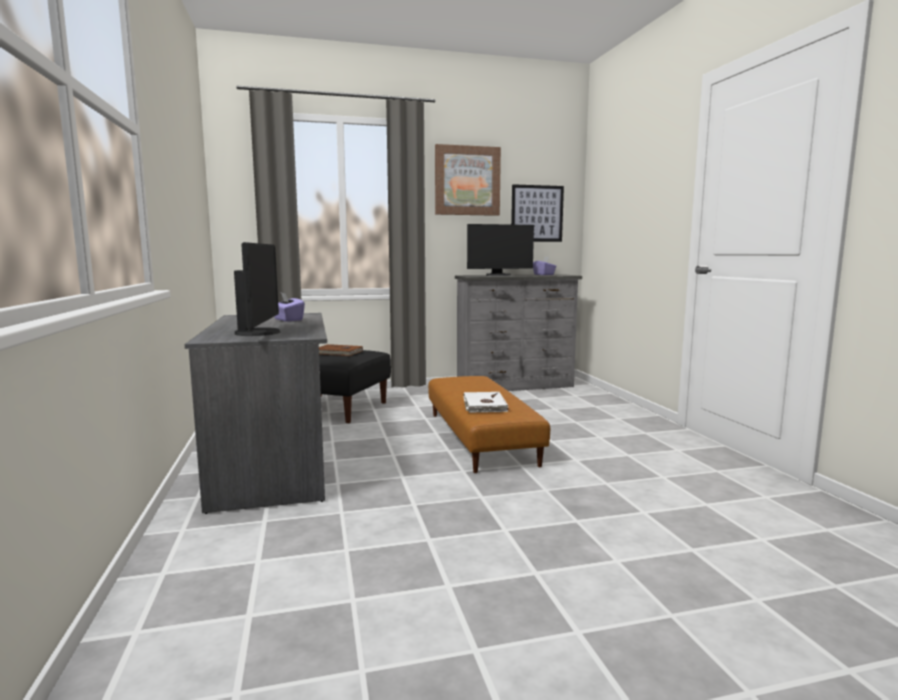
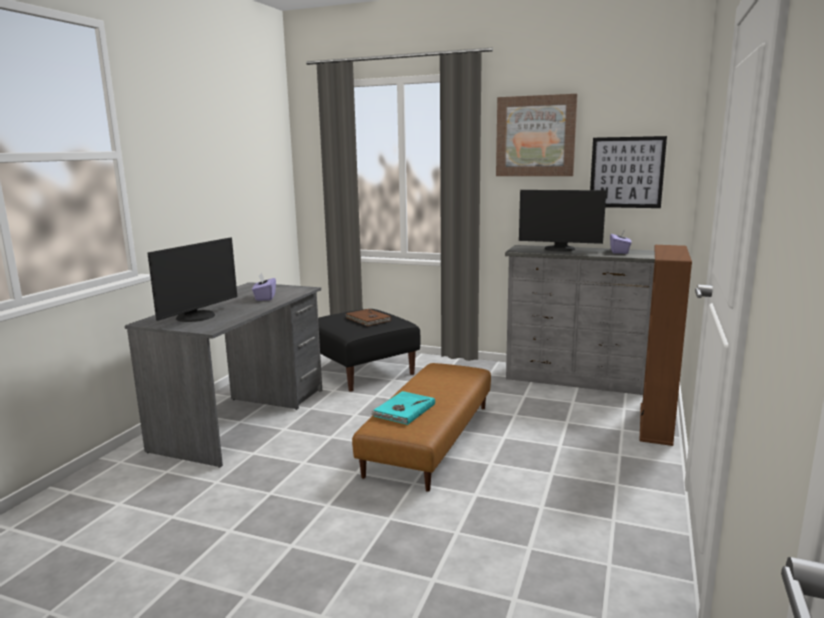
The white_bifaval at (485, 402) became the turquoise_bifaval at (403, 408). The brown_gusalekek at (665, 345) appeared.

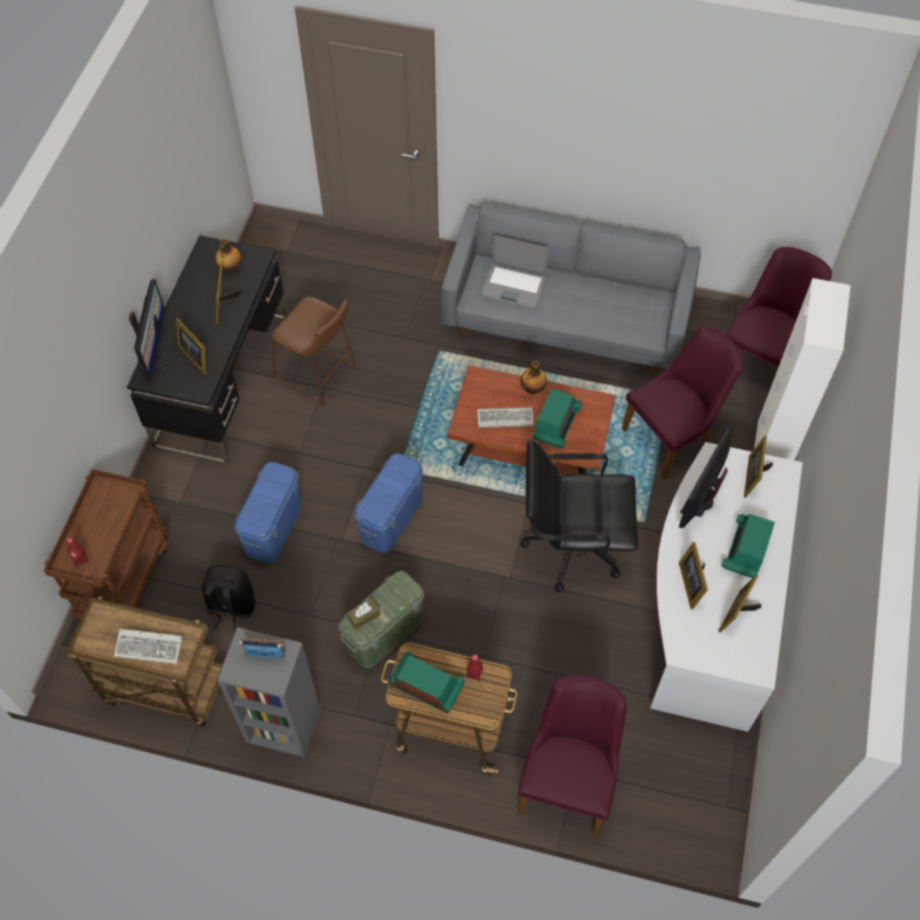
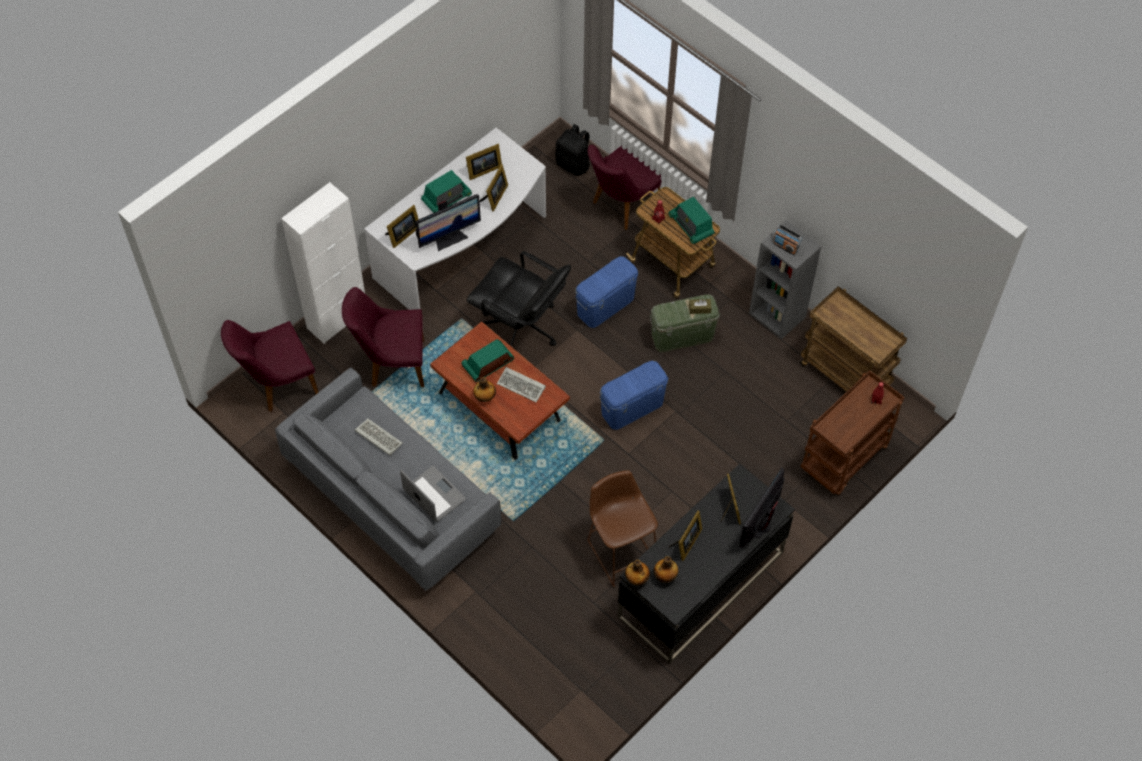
The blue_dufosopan moved from (268, 512) to (606, 292). The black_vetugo moved from (228, 598) to (572, 150). The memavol moved from (148, 646) to (379, 437). The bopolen at (637, 572) appeared.

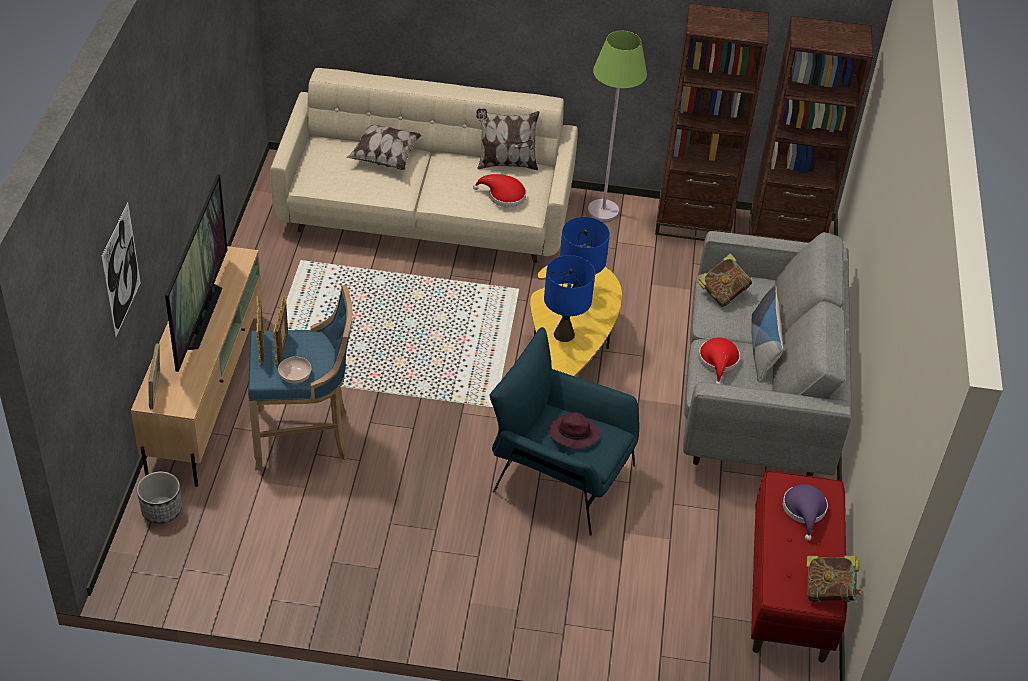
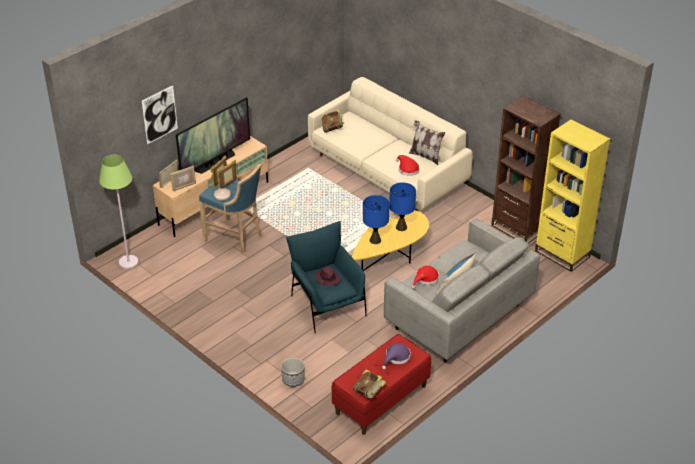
The brown_gusalekek at (811, 129) became the yellow_gusalekek at (572, 195). The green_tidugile moved from (617, 126) to (118, 212). The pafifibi at (383, 147) disappeared. The bifaval moved from (724, 280) to (332, 121). The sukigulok moved from (159, 497) to (293, 372). The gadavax at (183, 178) appeared.

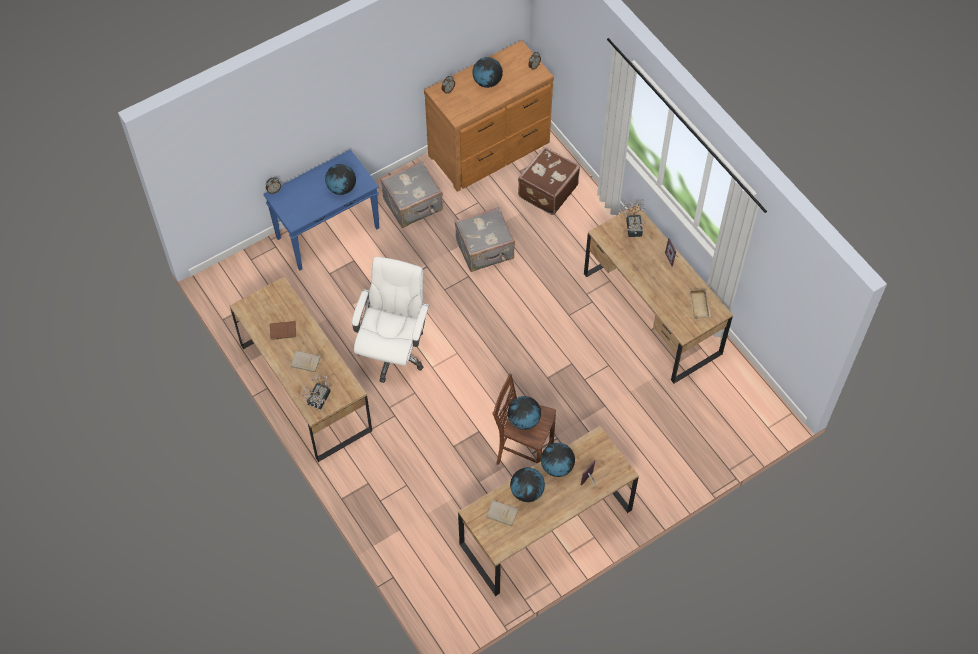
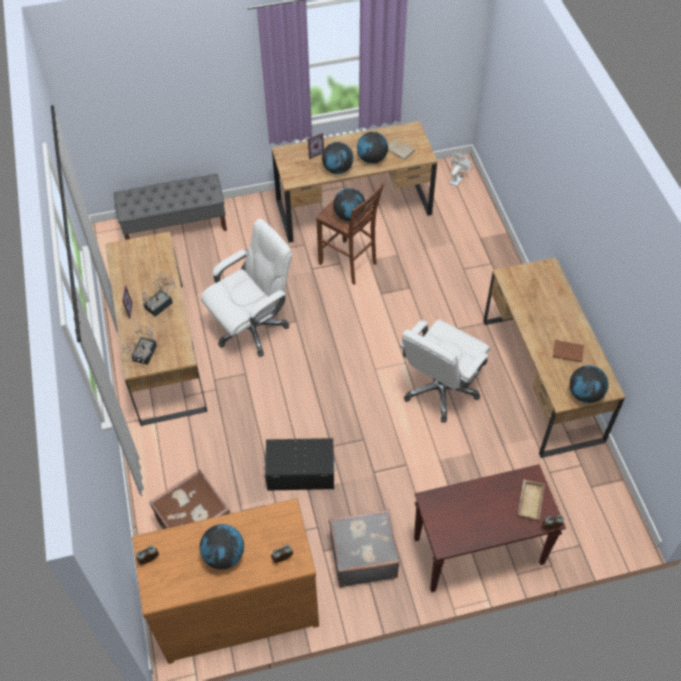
The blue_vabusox at (321, 209) became the brown_vabusox at (490, 528). The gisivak moved from (340, 179) to (589, 384). The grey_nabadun at (485, 239) was replaced by the black_dufosopan at (300, 464). The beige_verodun moved from (700, 304) to (531, 499). The beige_bifaval at (305, 361) disappeared. The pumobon moved from (315, 392) to (159, 294). The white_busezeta at (461, 170) appeared. The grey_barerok at (170, 206) appeared. The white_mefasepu at (246, 287) appeared.

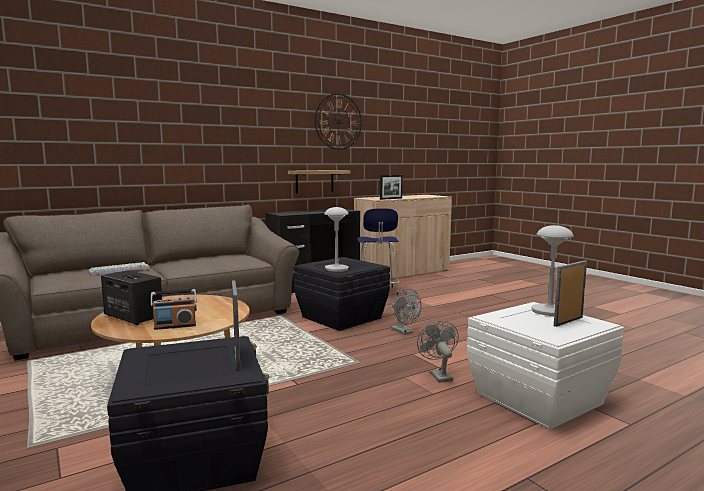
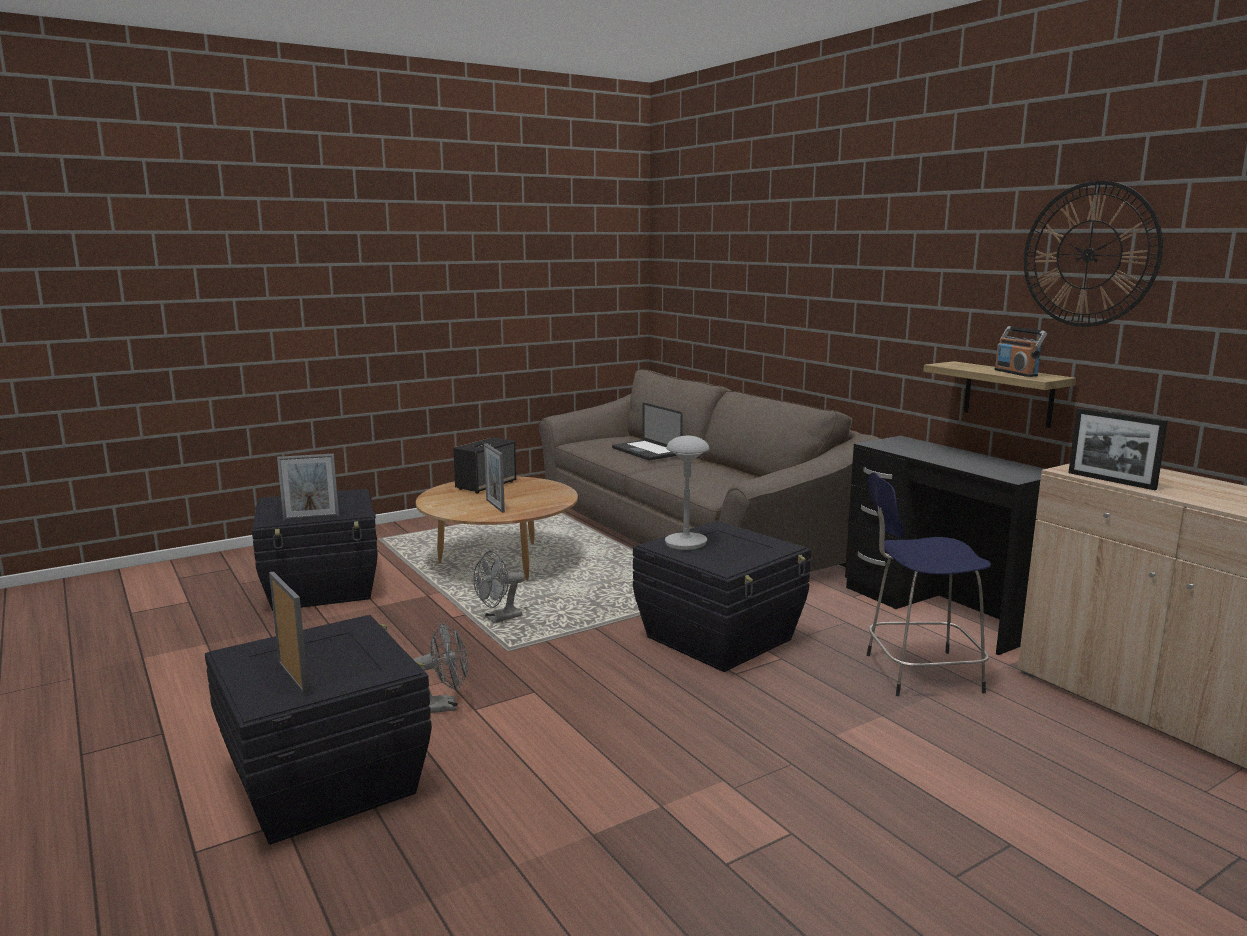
The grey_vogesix at (552, 270) disappeared. The memavol at (119, 268) was replaced by the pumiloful at (647, 431). The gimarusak moved from (174, 309) to (1020, 351). The grey_busezeta moved from (406, 312) to (499, 587). The white_dufosopan at (545, 365) became the black_dufosopan at (318, 730). The gadavax at (494, 478) appeared.

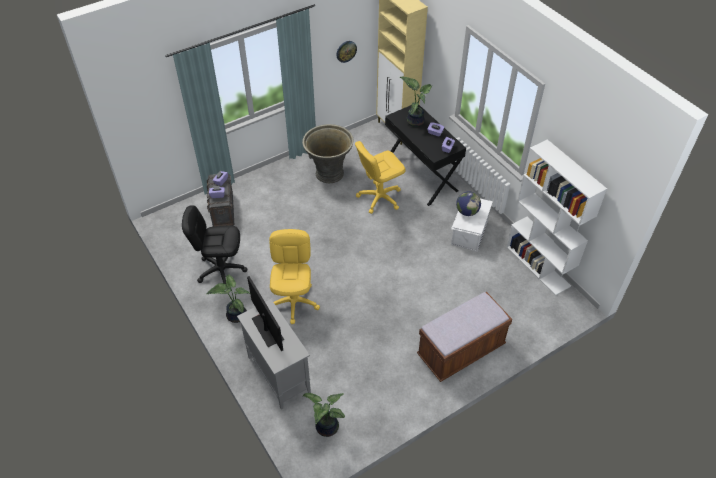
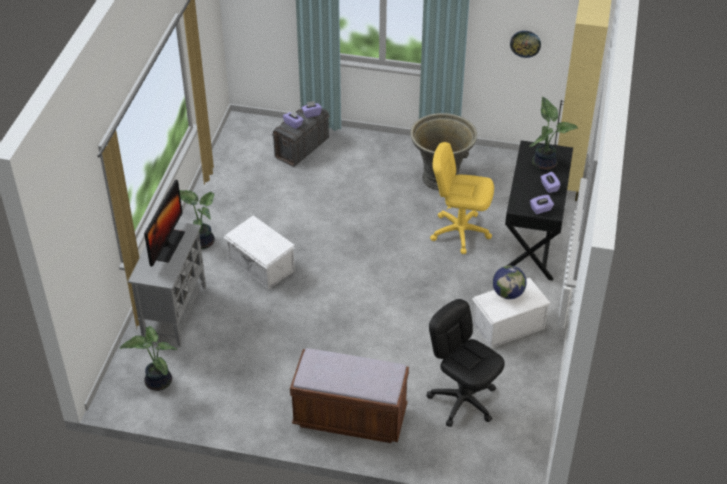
The white_gusalekek at (556, 217) disappeared. The black_mefasepu moved from (214, 247) to (466, 363). The yellow_mefasepu at (294, 276) was replaced by the white_dufosopan at (259, 253).

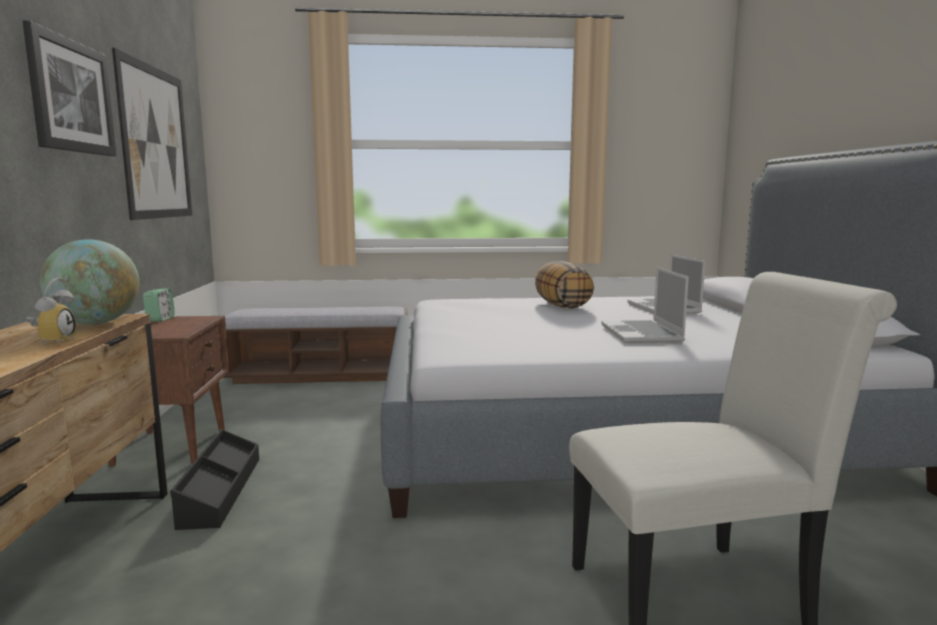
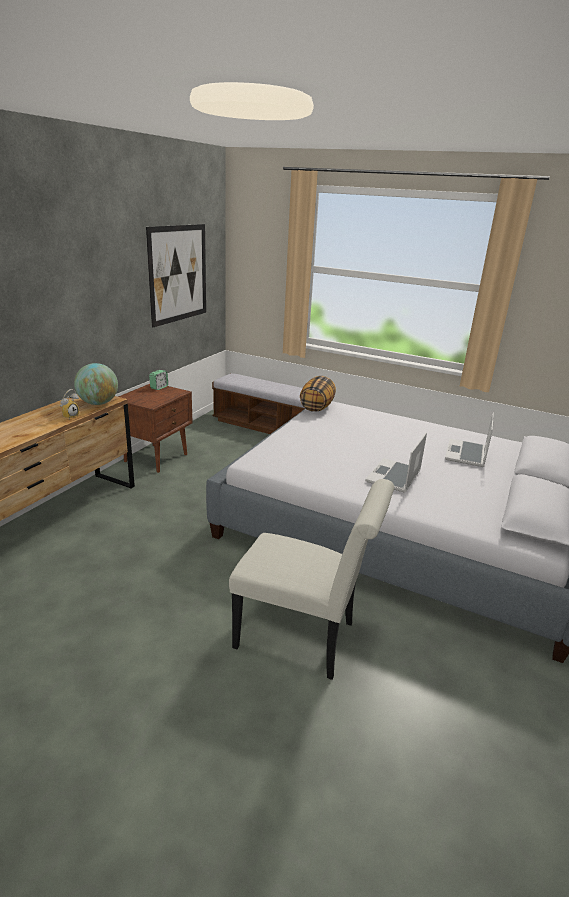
The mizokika at (69, 88) disappeared. The pafifibi moved from (564, 285) to (318, 393). The black_dufosopan at (214, 479) disappeared.

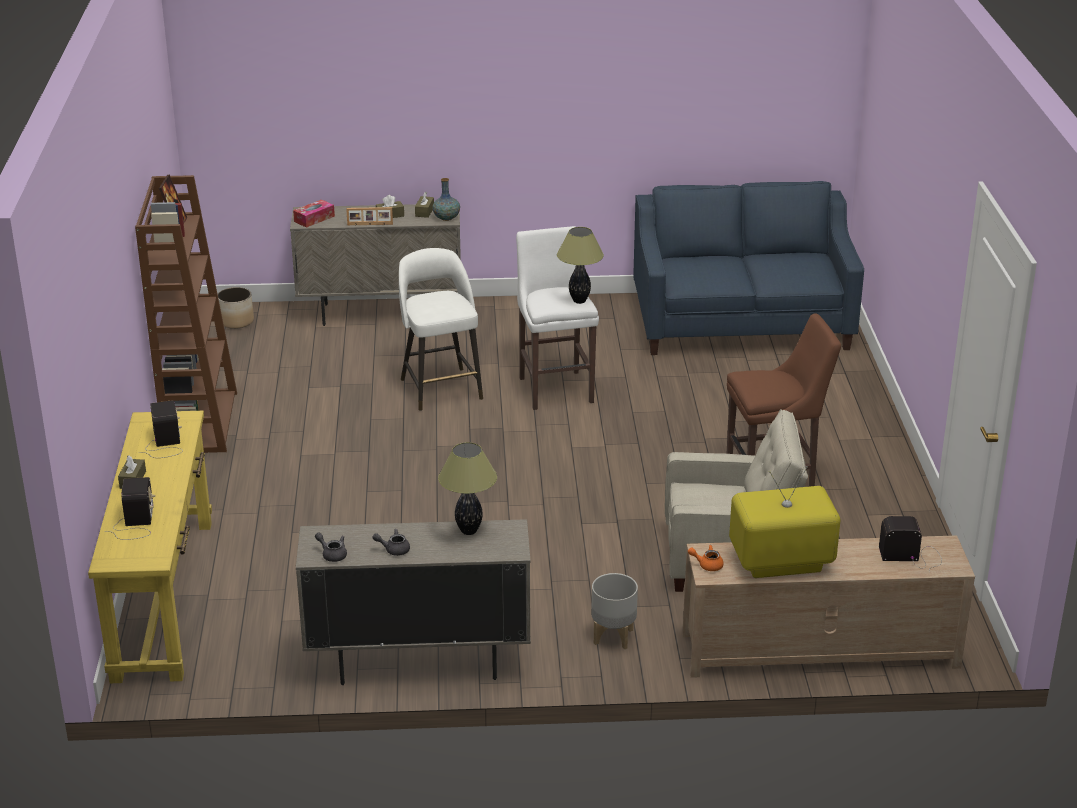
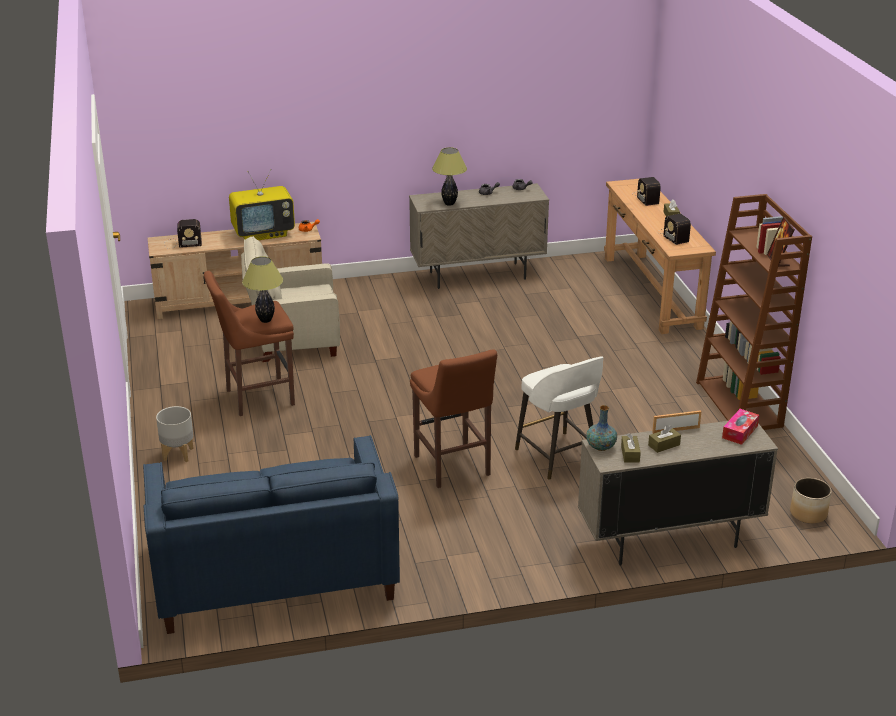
The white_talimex at (557, 318) became the brown_talimex at (453, 418). The vogesix moved from (580, 265) to (262, 289). The yellow_vabusox at (150, 547) became the brown_vabusox at (660, 256). The grey_sukigulok moved from (614, 611) to (175, 434).

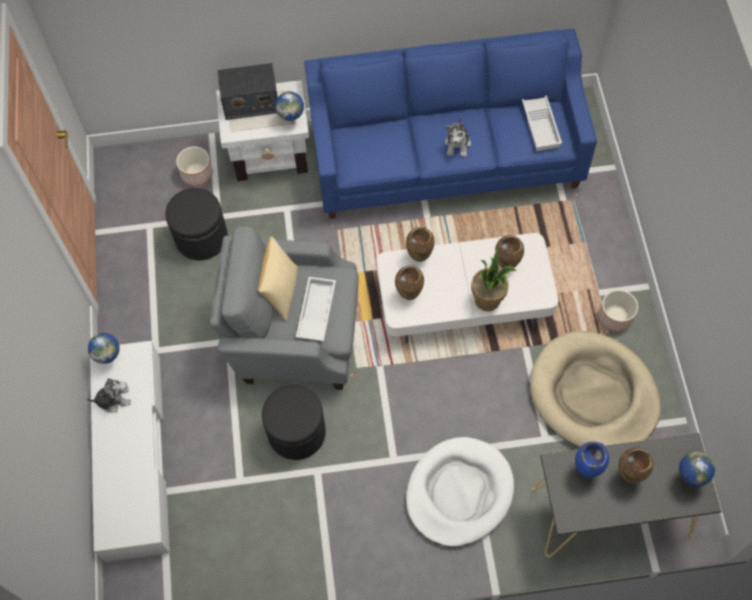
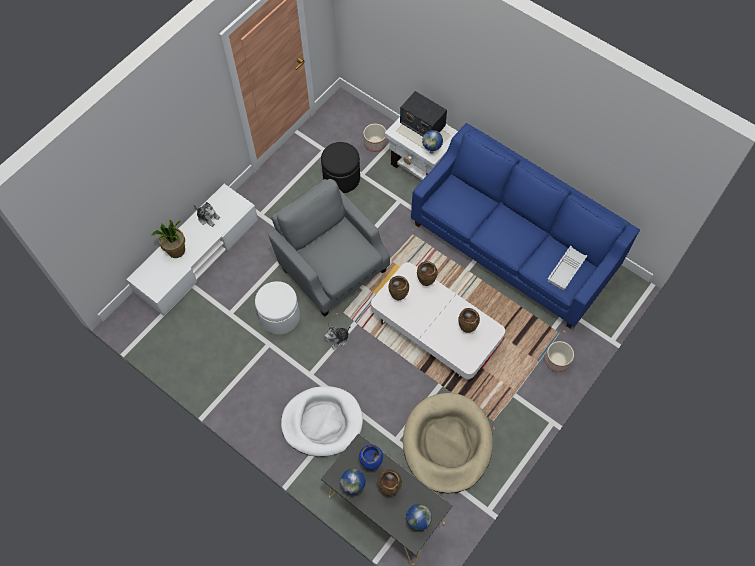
The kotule moved from (458, 137) to (338, 336). The pafifibi at (278, 278) disappeared. The pumobon moved from (493, 280) to (168, 238). The white_verodun at (316, 309) disappeared. The sukigulok moved from (618, 311) to (559, 356). The gisivak moved from (103, 348) to (353, 481). The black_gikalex at (294, 422) became the white_gikalex at (277, 307).

